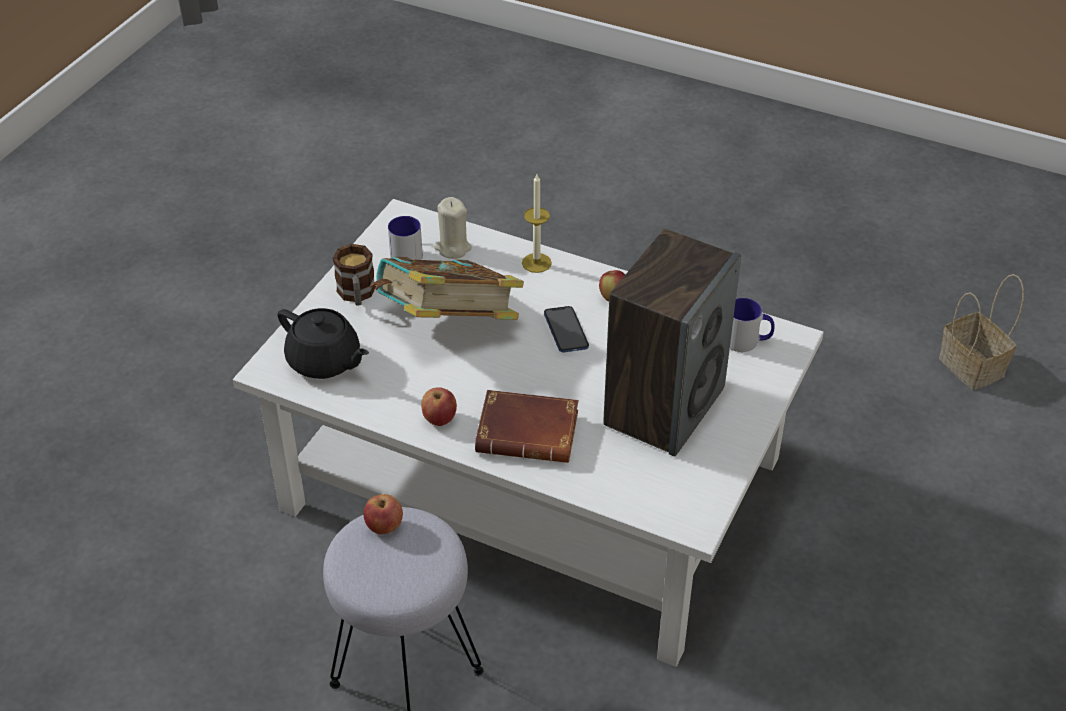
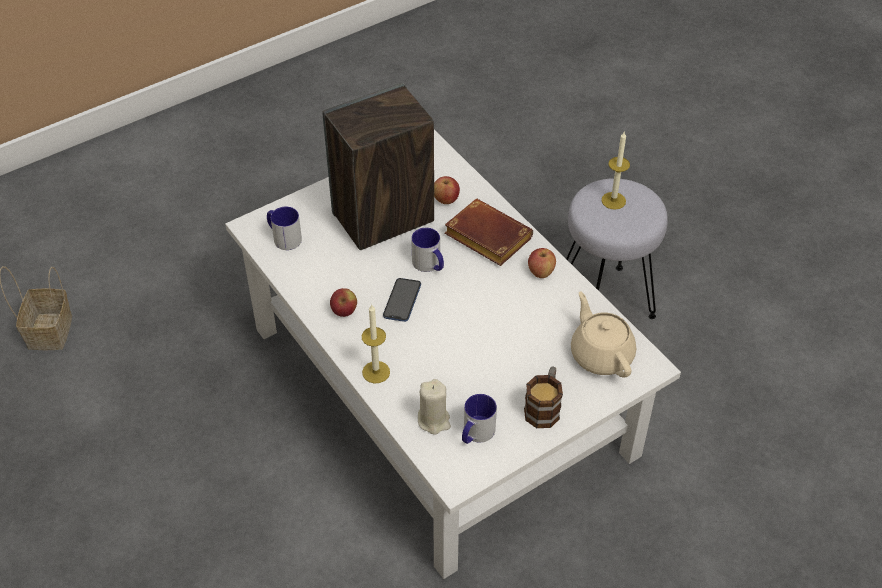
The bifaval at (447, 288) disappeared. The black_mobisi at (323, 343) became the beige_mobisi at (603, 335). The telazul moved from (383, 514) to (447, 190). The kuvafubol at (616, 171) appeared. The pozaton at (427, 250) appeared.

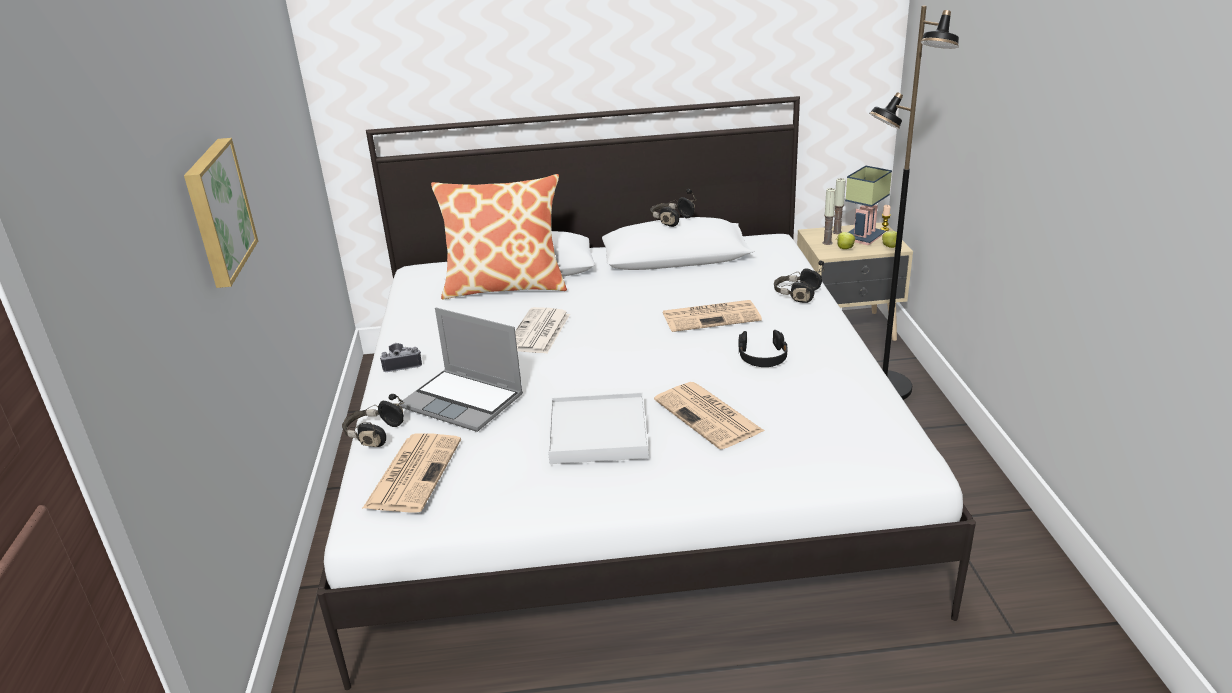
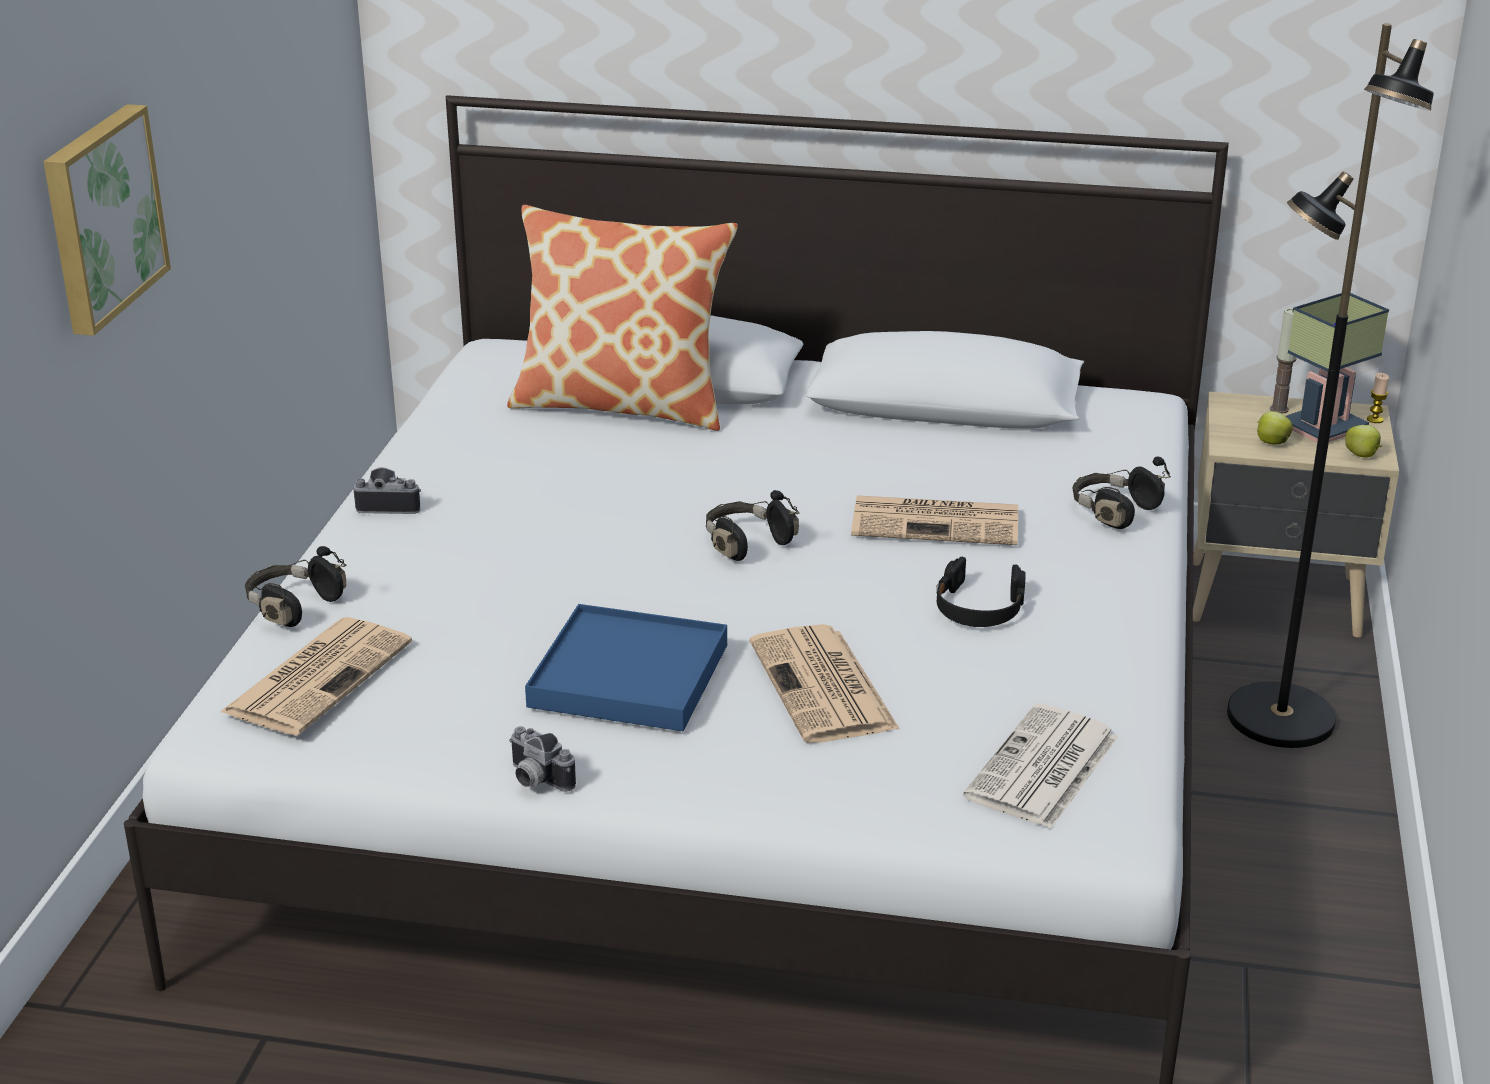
The kuvafubol at (829, 216) disappeared. The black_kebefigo moved from (673, 208) to (752, 525). The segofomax moved from (542, 330) to (1040, 766). The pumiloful at (461, 370) disappeared. The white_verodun at (598, 428) became the blue_verodun at (626, 667). The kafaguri at (542, 759) appeared.

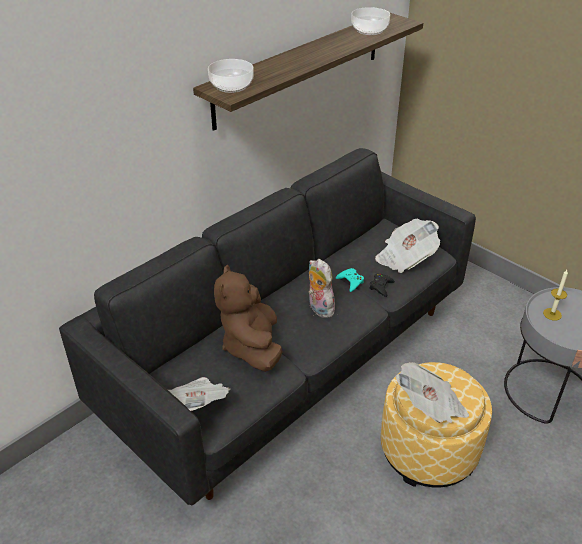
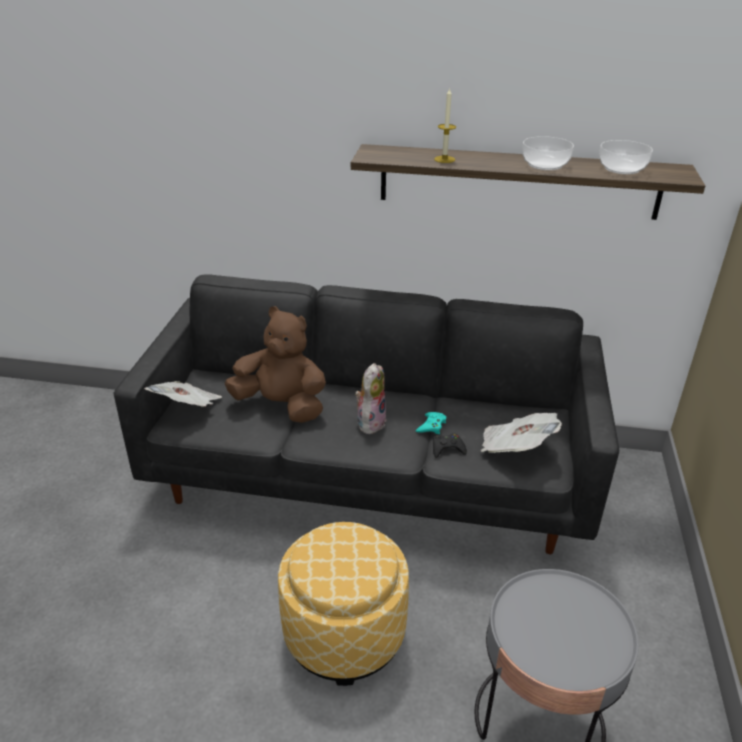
The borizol moved from (231, 76) to (548, 153). The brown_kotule at (248, 318) turned 60 degrees clockwise. The kuvafubol moved from (555, 295) to (445, 125). The segofomax at (432, 392) disappeared.

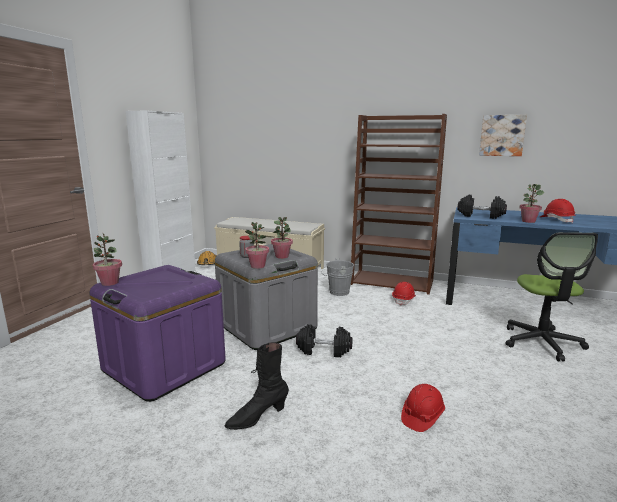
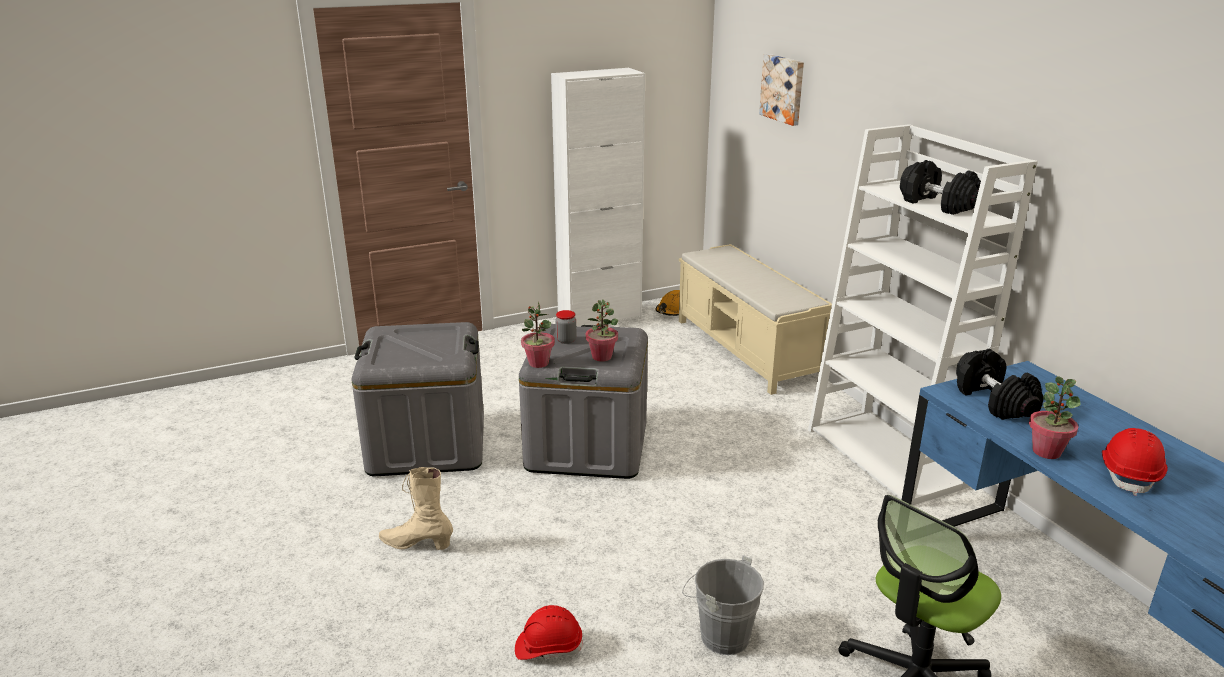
The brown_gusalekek at (399, 204) became the white_gusalekek at (923, 315). The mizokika moved from (503, 135) to (781, 90). The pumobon at (107, 259) disappeared. The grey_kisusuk moved from (338, 277) to (723, 605). The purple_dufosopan at (157, 333) became the grey_dufosopan at (418, 399). The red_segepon at (404, 294) disappeared. The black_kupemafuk moved from (324, 340) to (940, 187). The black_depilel at (257, 386) became the beige_depilel at (416, 508).

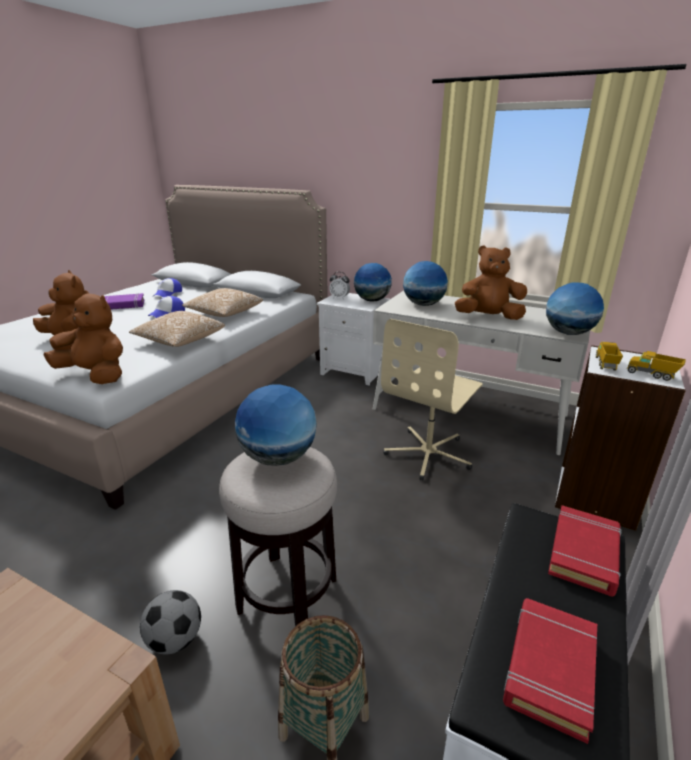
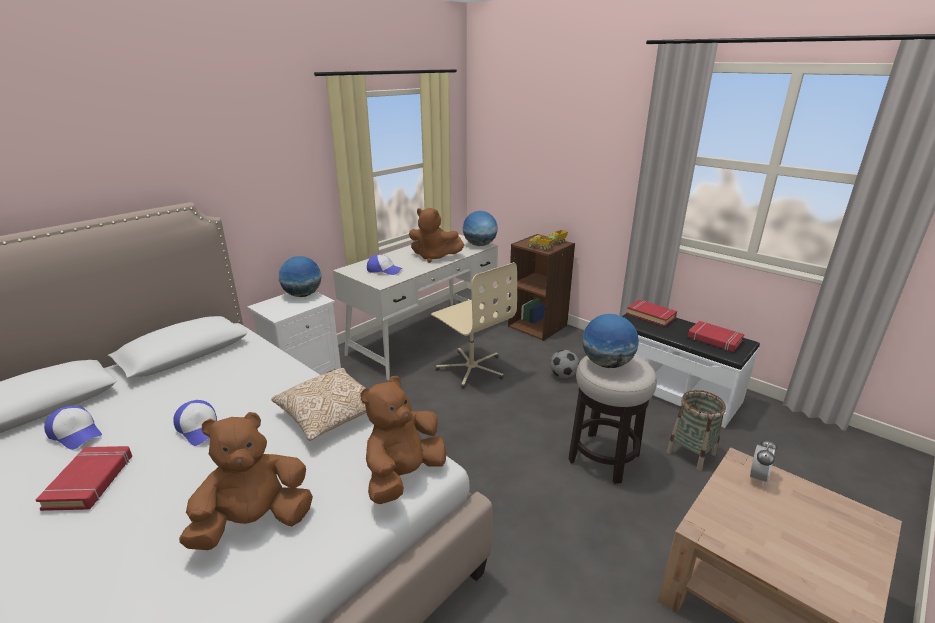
The brown_kotule at (491, 282) turned 90 degrees counterclockwise. The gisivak at (425, 283) was replaced by the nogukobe at (385, 264). The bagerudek moved from (339, 285) to (764, 462). The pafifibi at (222, 302) disappeared. The purple_bifaval at (124, 301) became the red_bifaval at (84, 478). The white_gusalekek at (620, 438) became the brown_gusalekek at (541, 287). The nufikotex moved from (170, 622) to (564, 364).

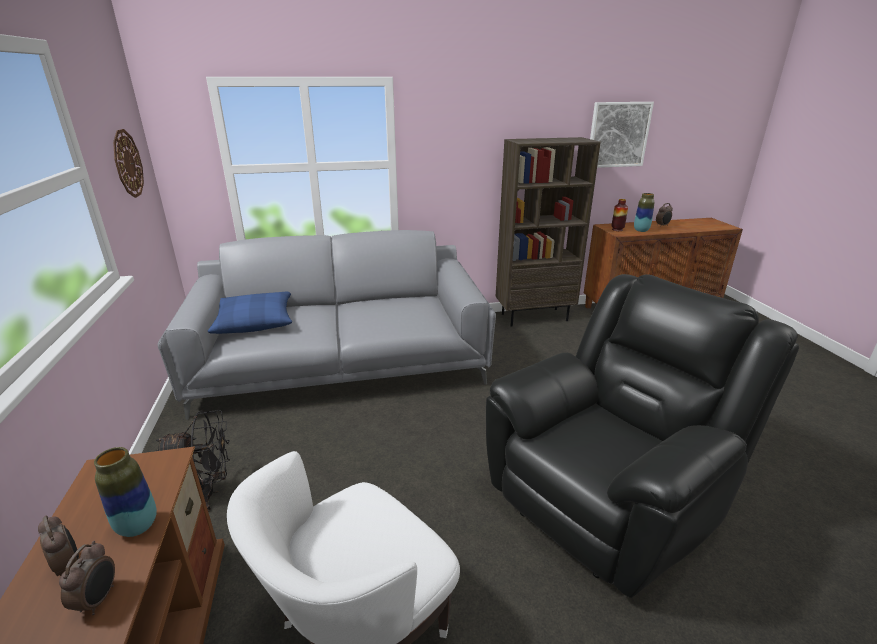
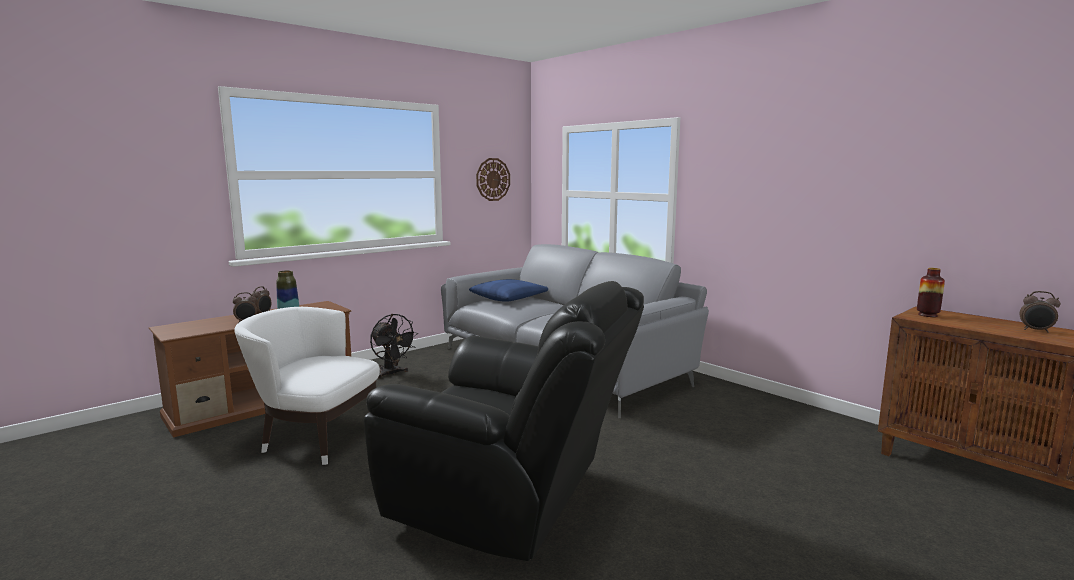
The mizokika at (622, 135) disappeared. The brown_gusalekek at (548, 232) disappeared. The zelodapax at (644, 212) disappeared.

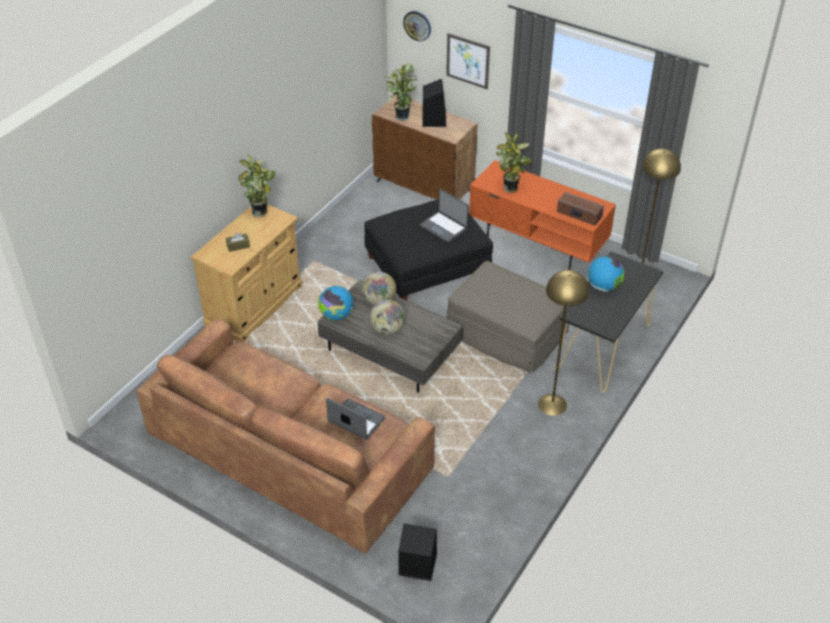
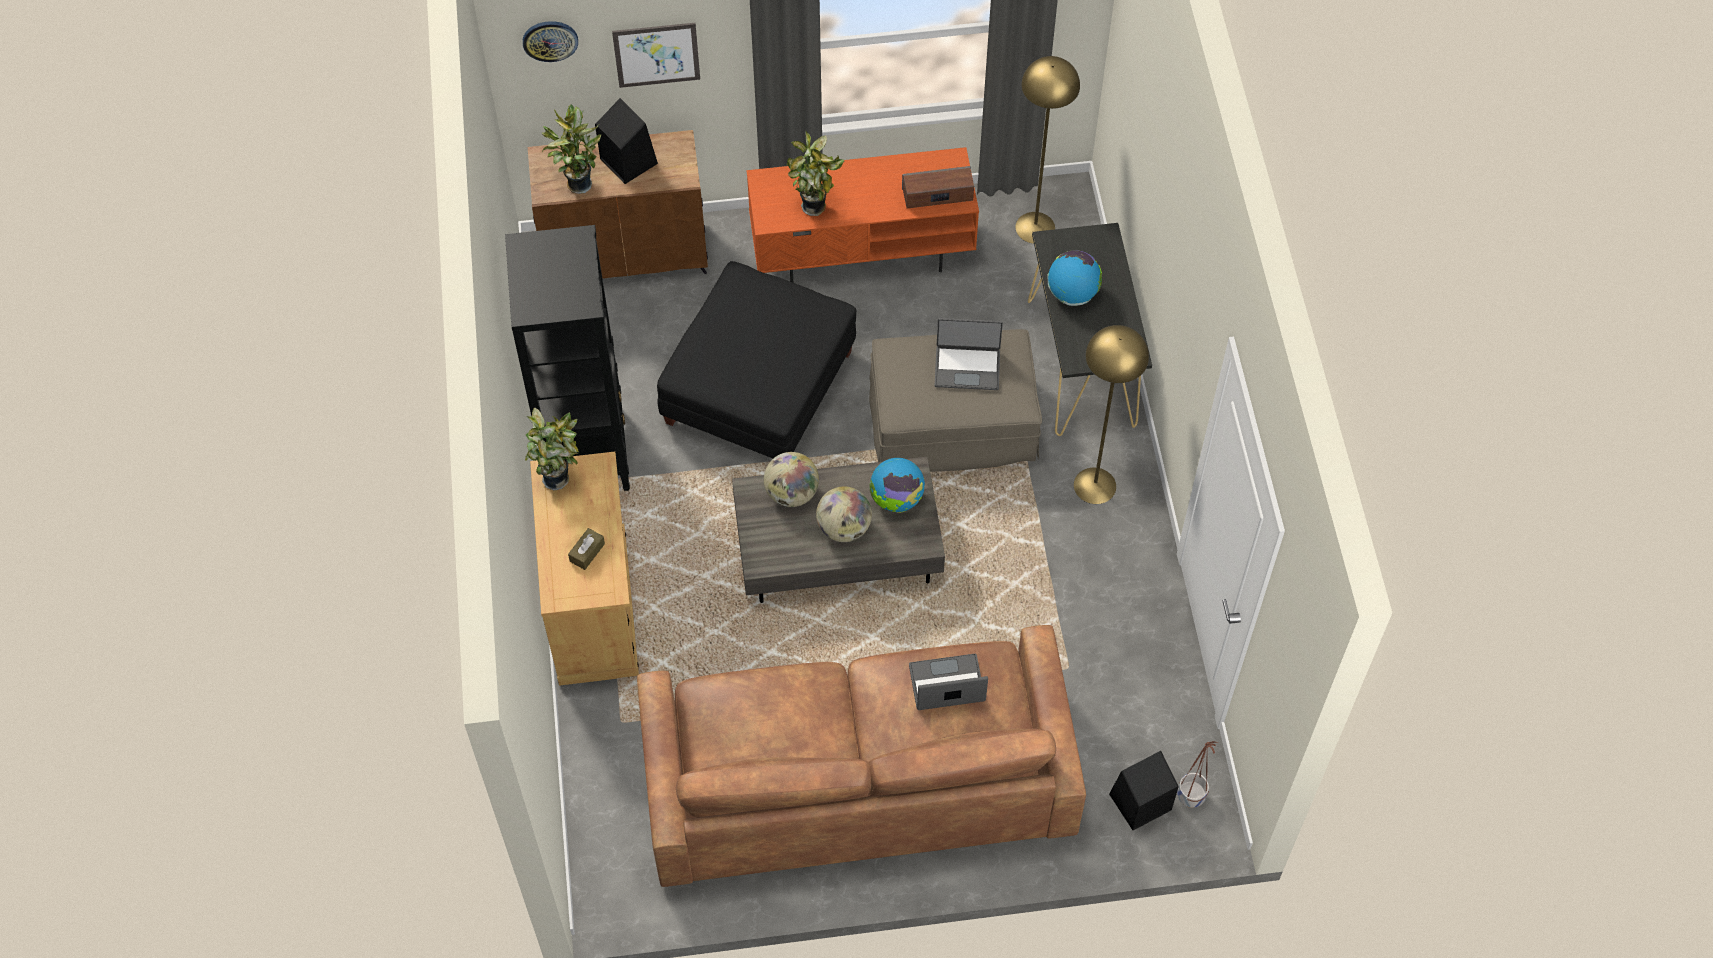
The pumiloful moved from (444, 216) to (968, 354). The gisivak moved from (335, 303) to (897, 485). The black_gusalekek at (567, 358) appeared. The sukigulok at (1197, 774) appeared.

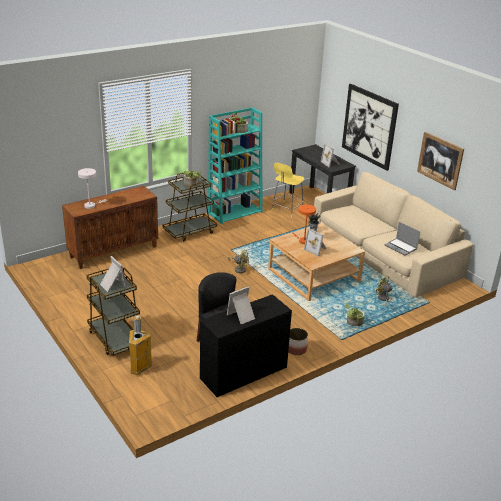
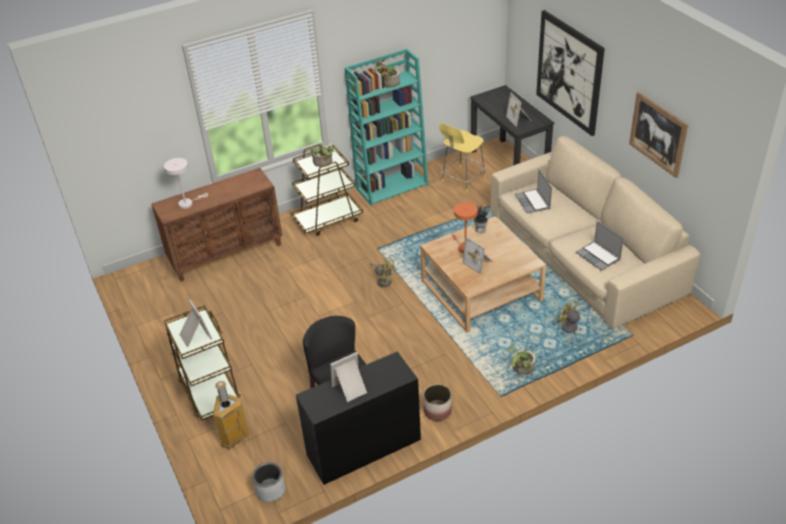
The pumiloful at (533, 192) appeared. The grey_sukigulok at (268, 482) appeared.

